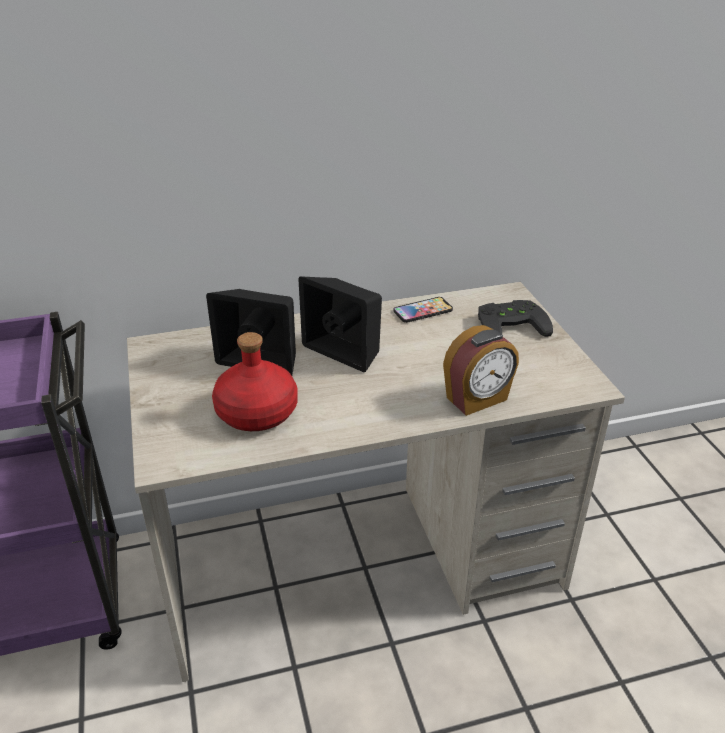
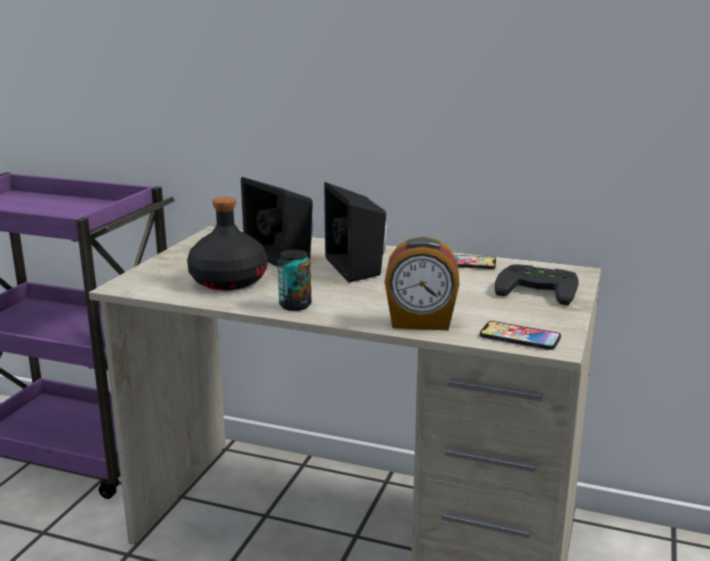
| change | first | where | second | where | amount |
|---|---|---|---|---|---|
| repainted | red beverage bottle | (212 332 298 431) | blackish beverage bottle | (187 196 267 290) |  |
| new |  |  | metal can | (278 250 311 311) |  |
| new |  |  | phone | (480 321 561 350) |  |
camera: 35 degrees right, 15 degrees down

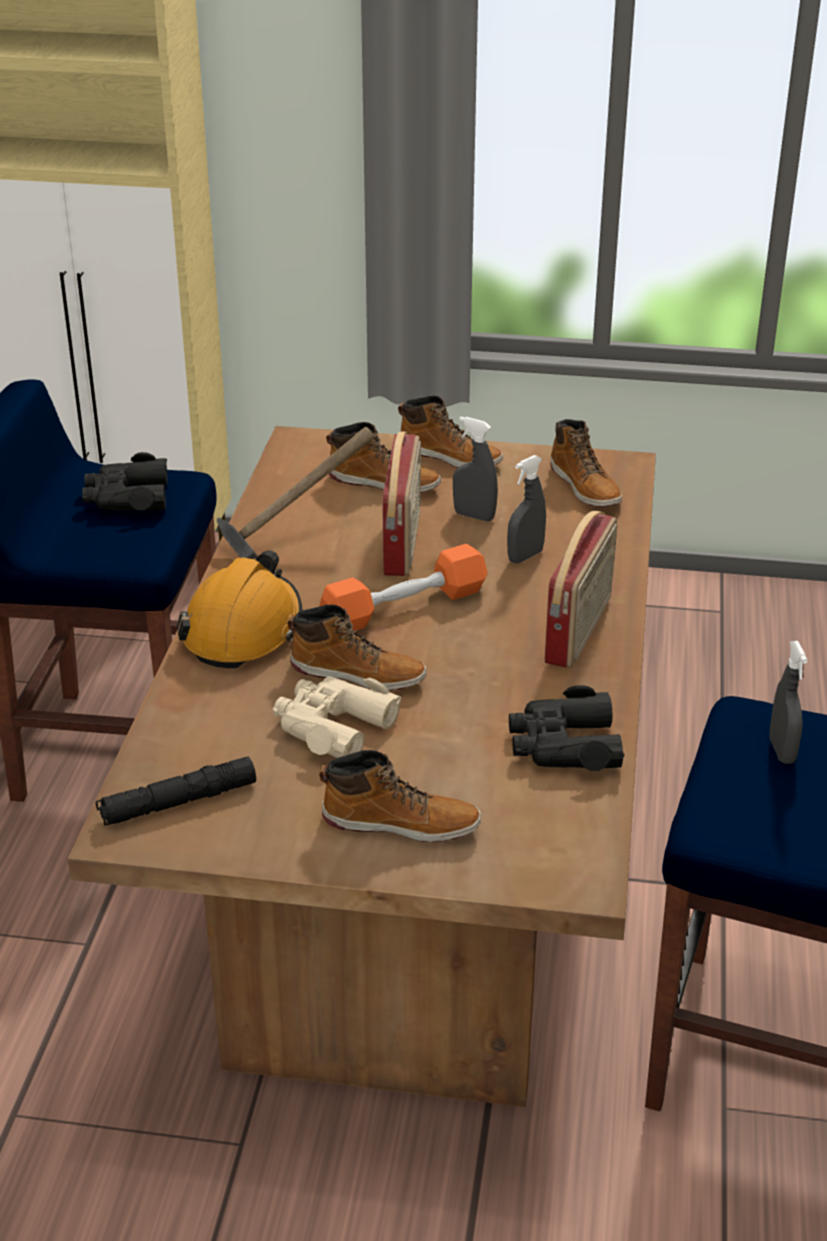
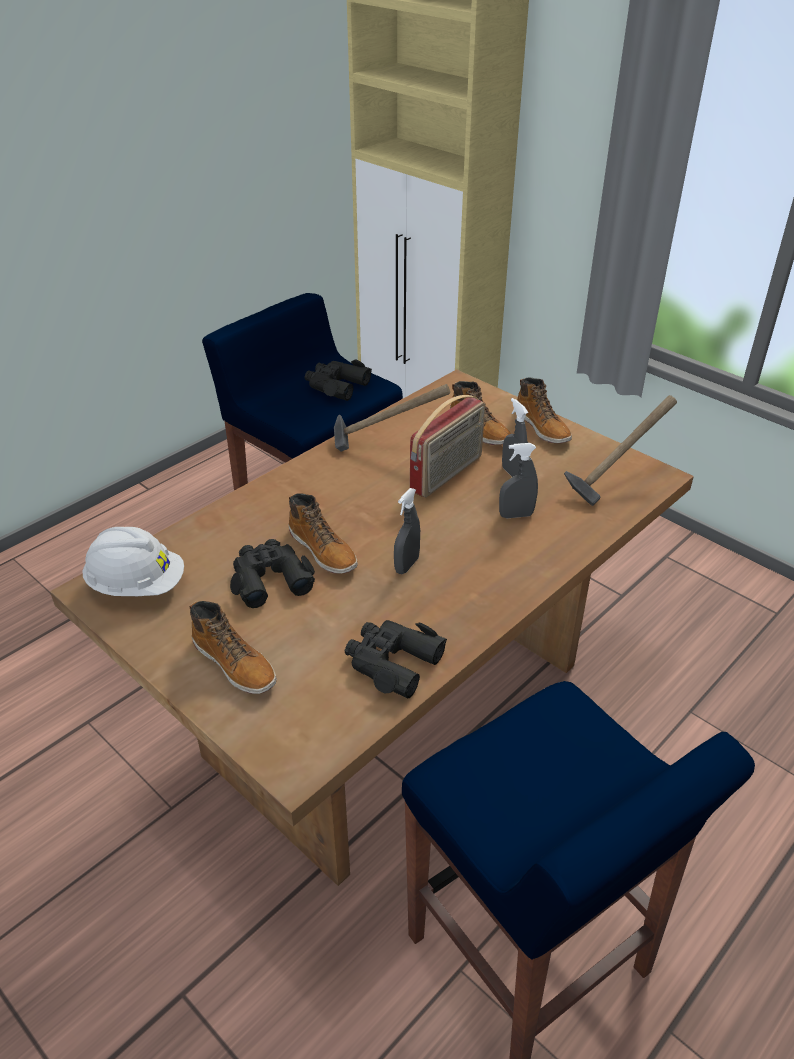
| change | first | where | second | where | amount |
|---|---|---|---|---|---|
| swapped | blackish torch | (96 757 256 826) | whitish work helmet | (82 527 184 596) |  |
| repainted | beige pair of binoculars | (273 676 401 758) | blackish pair of binoculars | (230 539 315 608) |  |
| shifted | gray hand sprayer | (769 641 808 764) |  | (394 488 420 574) |  |
| swapped | tall boot | (550 419 622 507) | tool hammer | (564 395 677 506) |  |
| gone | orange-coloured work helmet | (177 550 303 668) |  |  |  |
| gone | orange-coloured free weight | (320 544 488 631) |  |  |  |
| gone | radio receiver | (545 511 617 668) |  |  |  |
camera: 35 degrees right, 5 degrees up

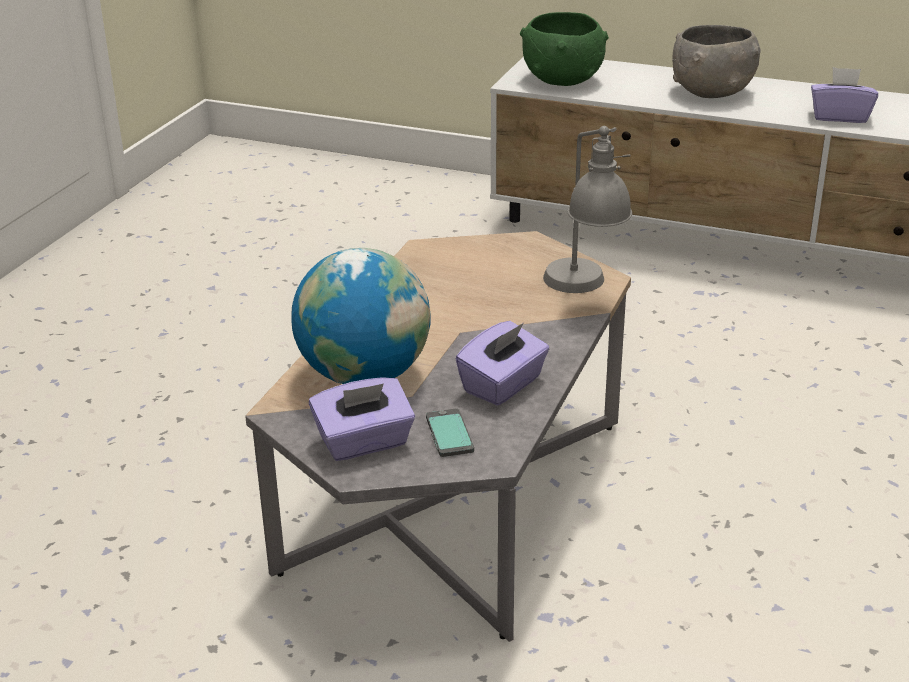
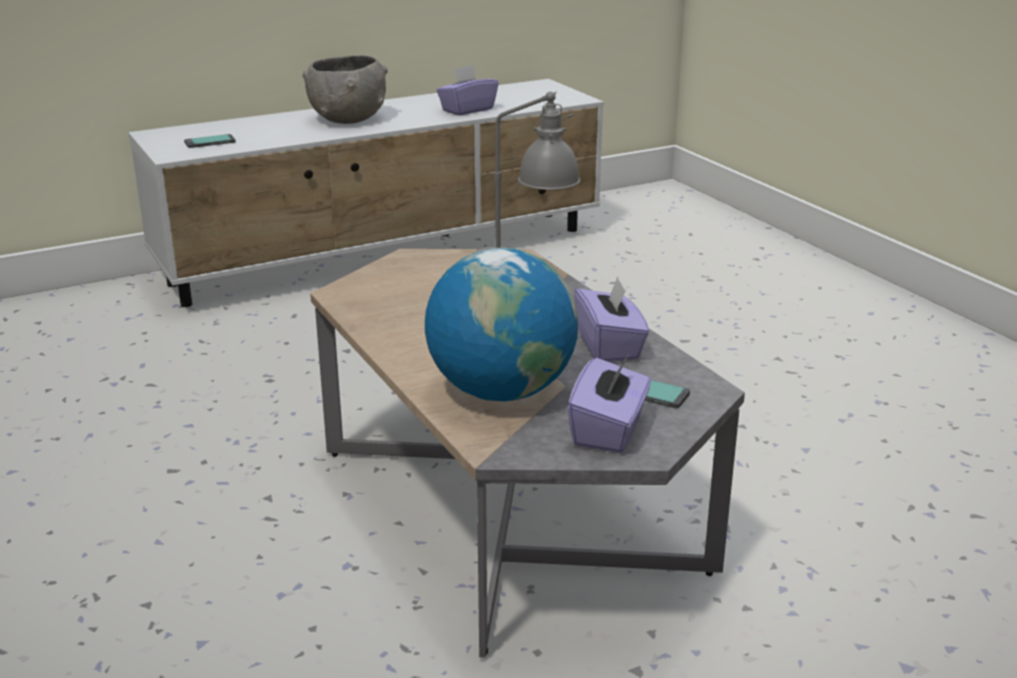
| change | first | where | second | where | amount |
|---|---|---|---|---|---|
| swapped | green deep dish | (520 12 609 86) | phone | (184 134 236 148) |  |
camera: 50 degrees left, 5 degrees down

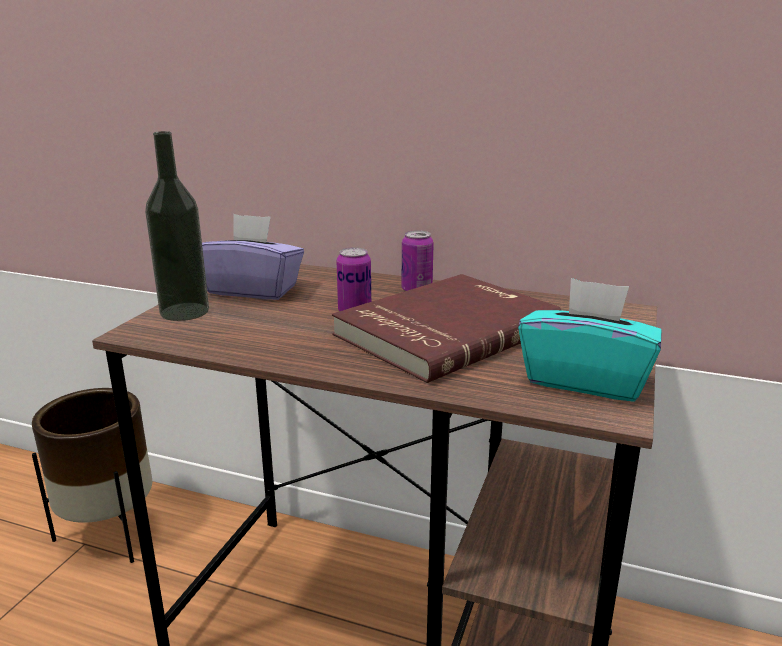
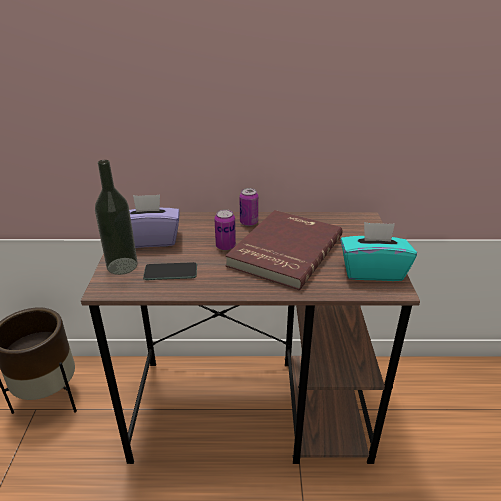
| change | first | where | second | where | amount |
|---|---|---|---|---|---|
| new |  |  | phone | (143 262 197 280) |  |
camera: 20 degrees left, 10 degrees up

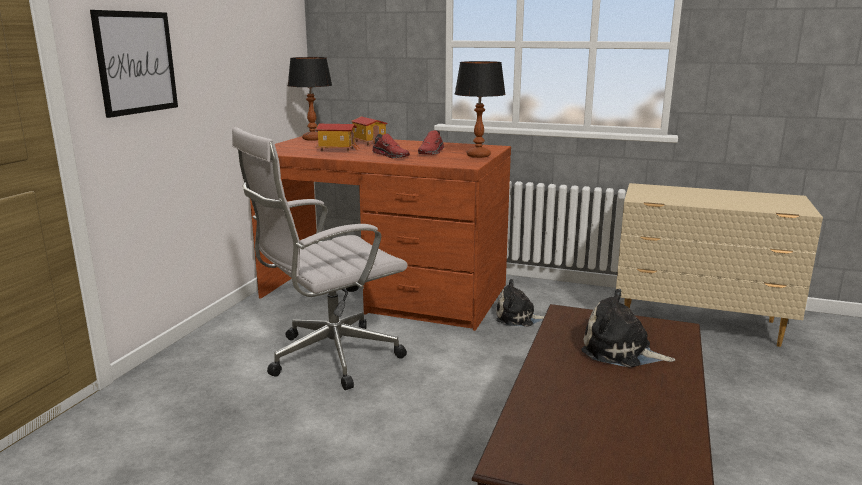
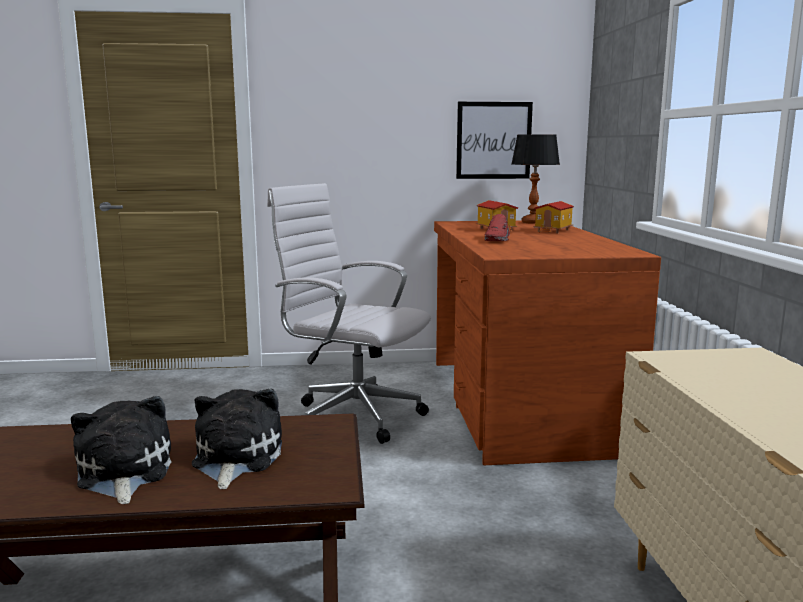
| change | first | where | second | where | amount |
|---|---|---|---|---|---|
| shifted | plush toy | (496 279 544 326) |  | (71 396 171 504) |  |
| shifted | wall picture | (90 10 178 118) |  | (456 102 533 179) |  |
| gone | red shoe | (418 130 444 155) |  |  |  |
| gone | tabletop lamp | (455 61 506 158) |  |  |  |
camera: 65 degrees right, 5 degrees down

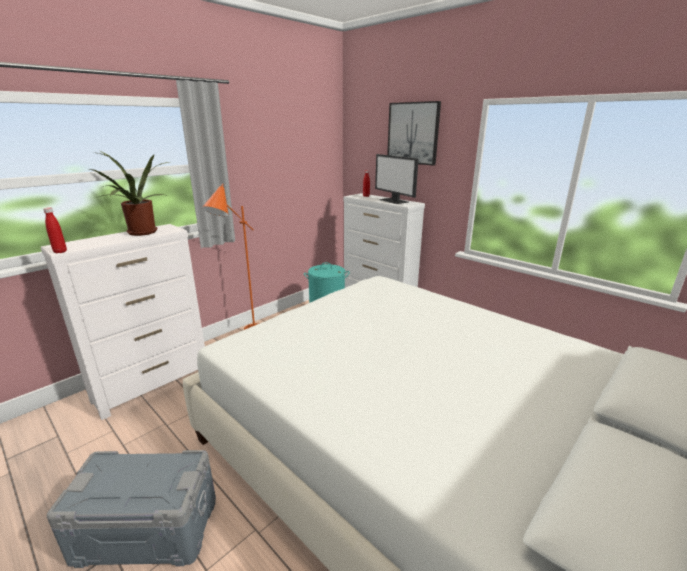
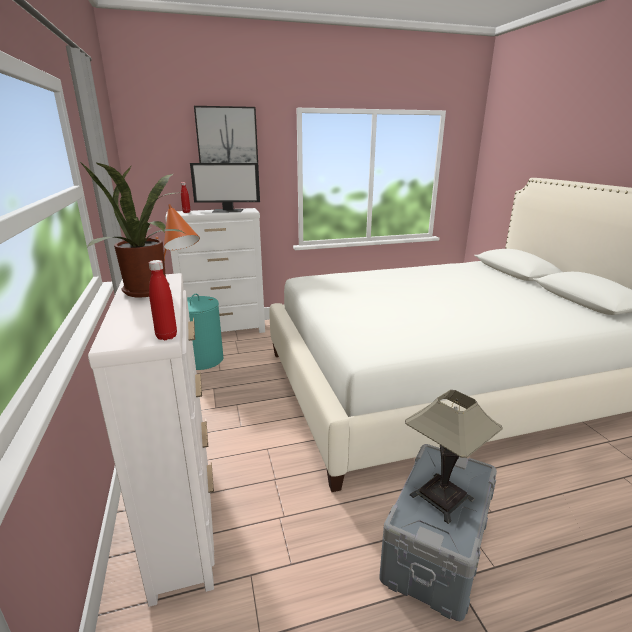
| change | first | where | second | where | amount |
|---|---|---|---|---|---|
| new |  |  | tabletop lamp | (405 390 503 524) |  |
camera: 60 degrees left, 0 degrees up

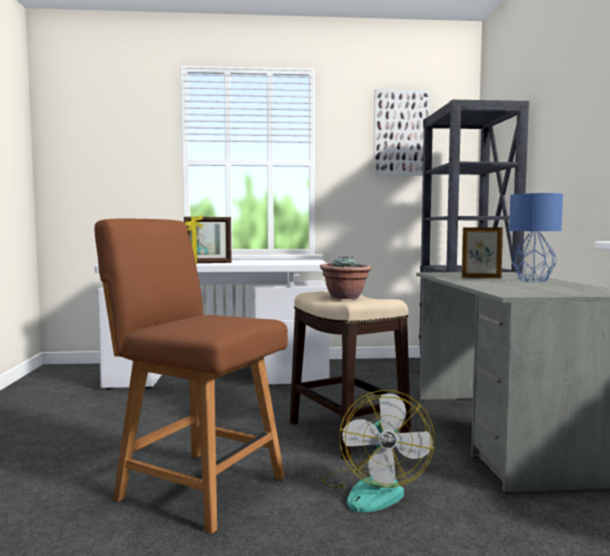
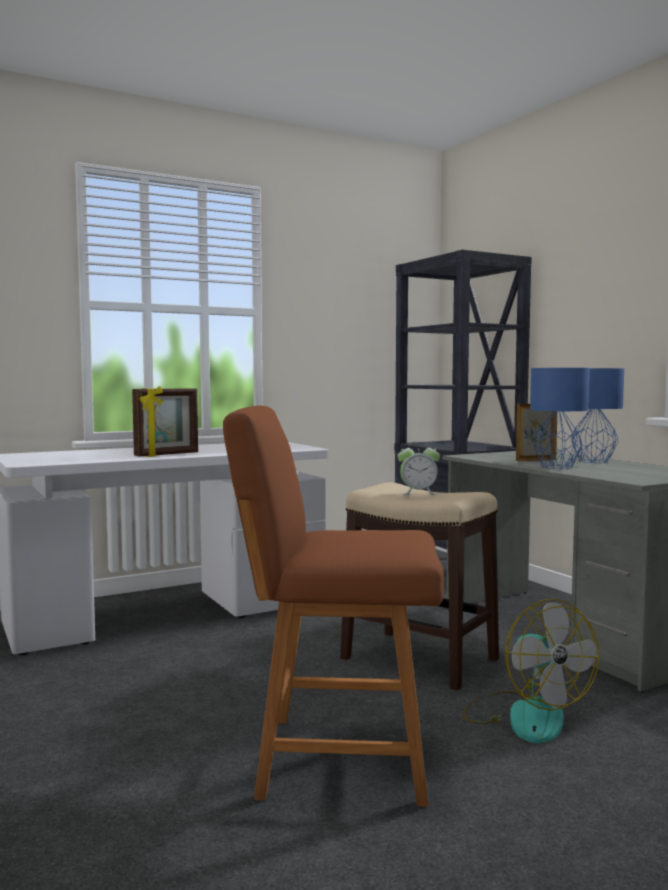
| change | first | where | second | where | amount |
|---|---|---|---|---|---|
| swapped | houseplant | (320 256 372 299) | alarm clock | (398 441 440 495) |  |
| new |  |  | blue tabletop lamp | (530 368 590 469) |  |
| gone | wall picture | (373 89 430 176) |  |  |  |
camera: 25 degrees left, 0 degrees up

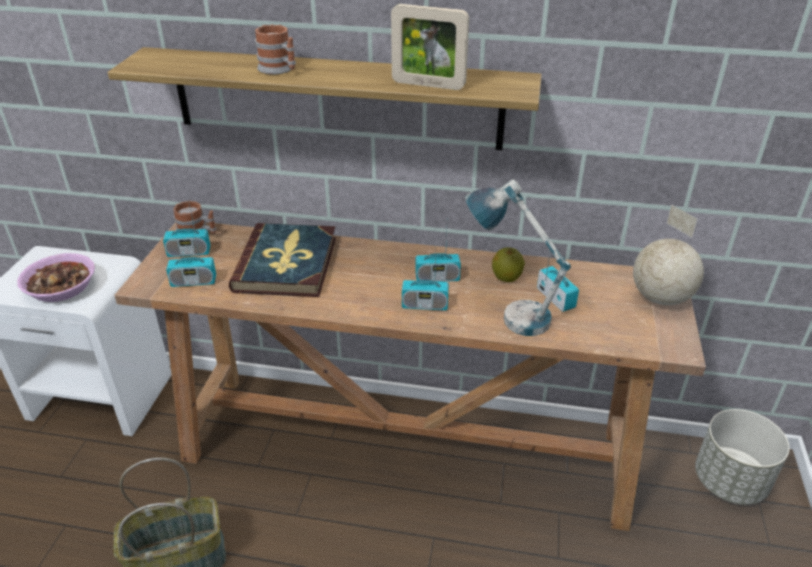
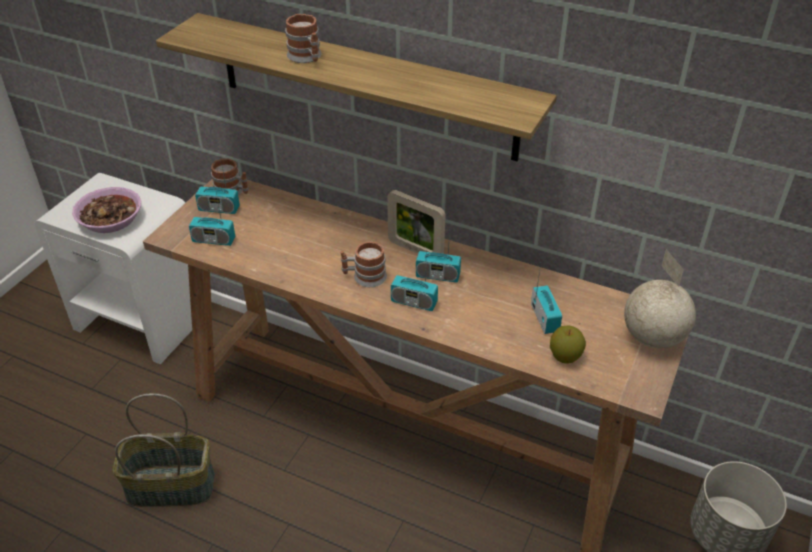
| change | first | where | second | where | amount |
|---|---|---|---|---|---|
| new |  |  | coffee mug | (340 242 387 287) |  |
| shifted | standing frame | (391 4 469 90) |  | (387 190 445 254) |  |
| shifted | whole apple | (492 247 525 282) |  | (550 325 586 364) |  |
| gone | volume | (229 223 336 297) |  |  |  |
| gone | tabletop lamp | (465 179 571 336) |  |  |  |
camera: 15 degrees right, 5 degrees up

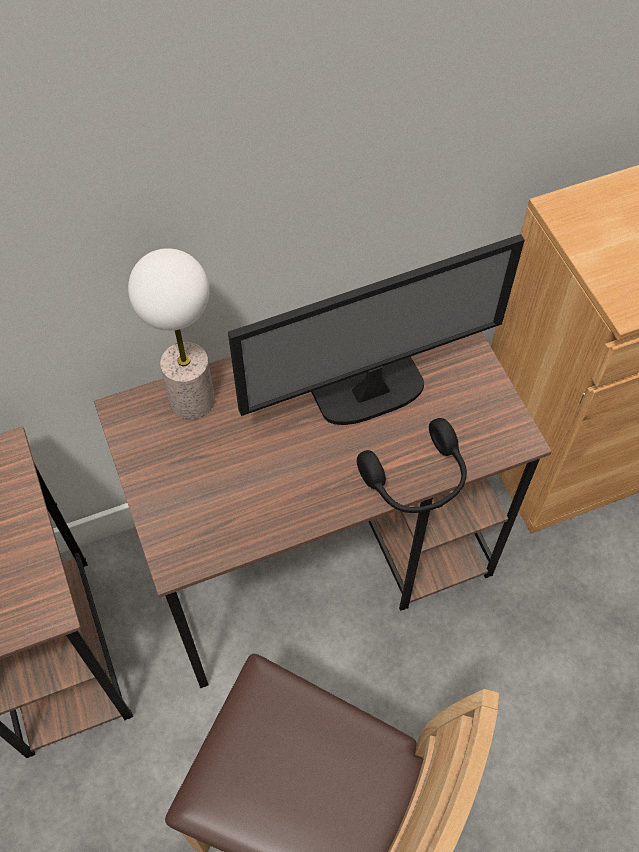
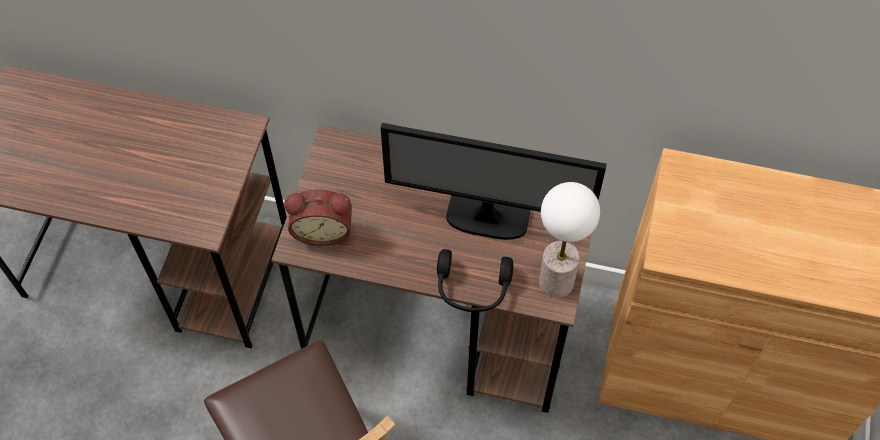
| change | first | where | second | where | amount |
|---|---|---|---|---|---|
| new |  |  | alarm clock | (284 190 352 246) |  |
| shifted | tabletop lamp | (128 248 215 419) |  | (539 182 600 298) |  |
camera: 35 degrees right, 0 degrees up

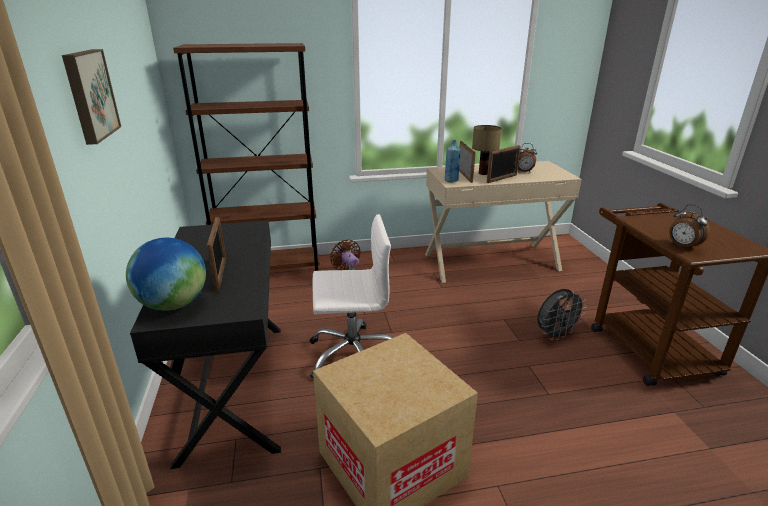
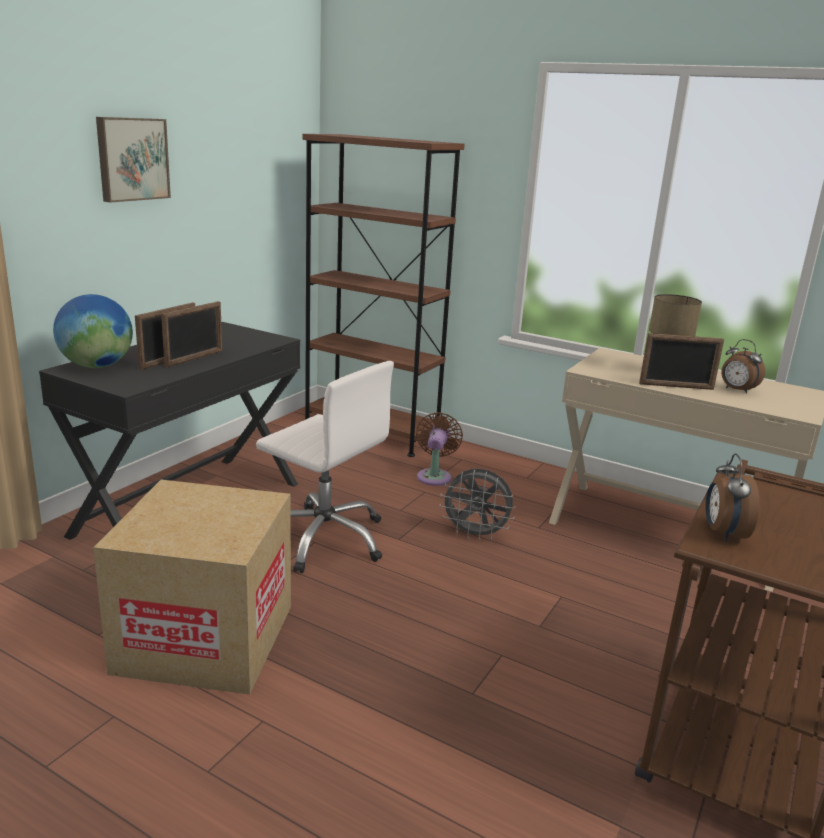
| change | first | where | second | where | amount |
|---|---|---|---|---|---|
| shifted | standing frame | (459 141 476 183) |  | (161 301 222 367) |  |
| shifted | gray fan | (537 289 587 340) |  | (440 469 516 541) |  |
| gone | blue beverage bottle | (445 140 461 183) |  |  |  |
camera: 40 degrees right, 5 degrees down

